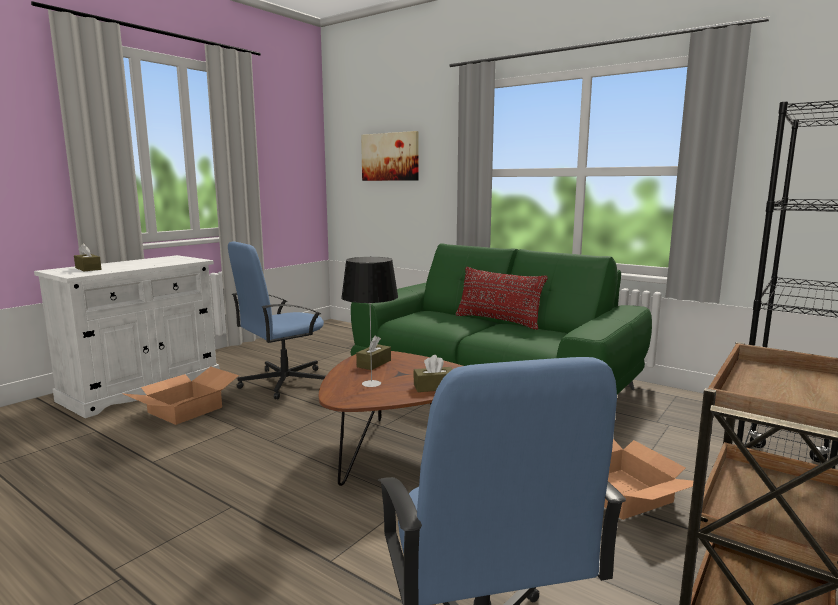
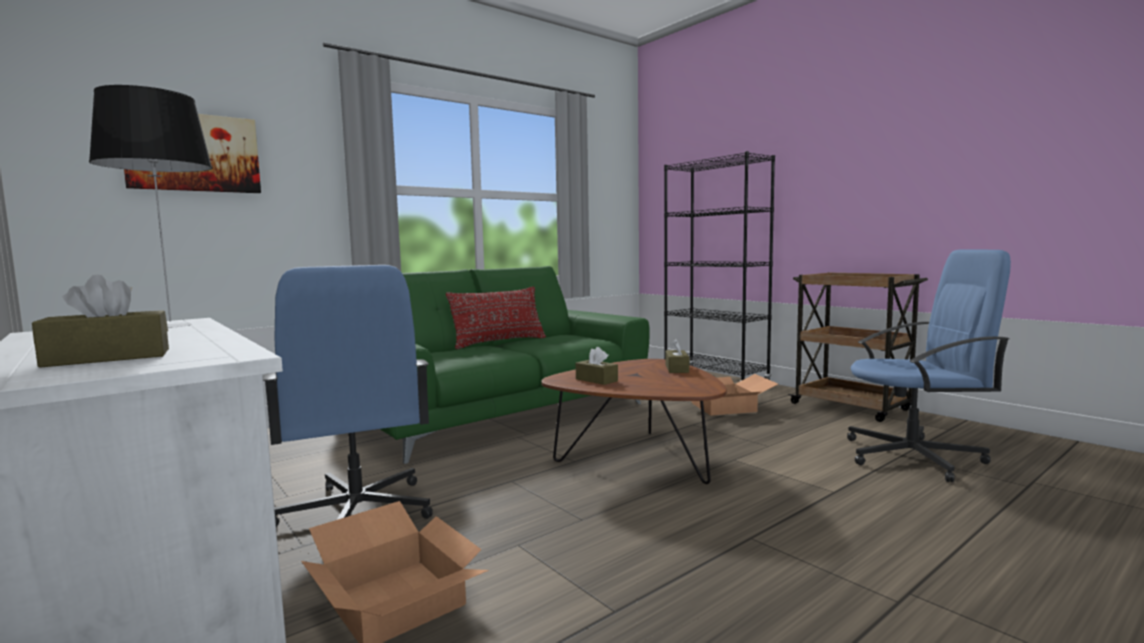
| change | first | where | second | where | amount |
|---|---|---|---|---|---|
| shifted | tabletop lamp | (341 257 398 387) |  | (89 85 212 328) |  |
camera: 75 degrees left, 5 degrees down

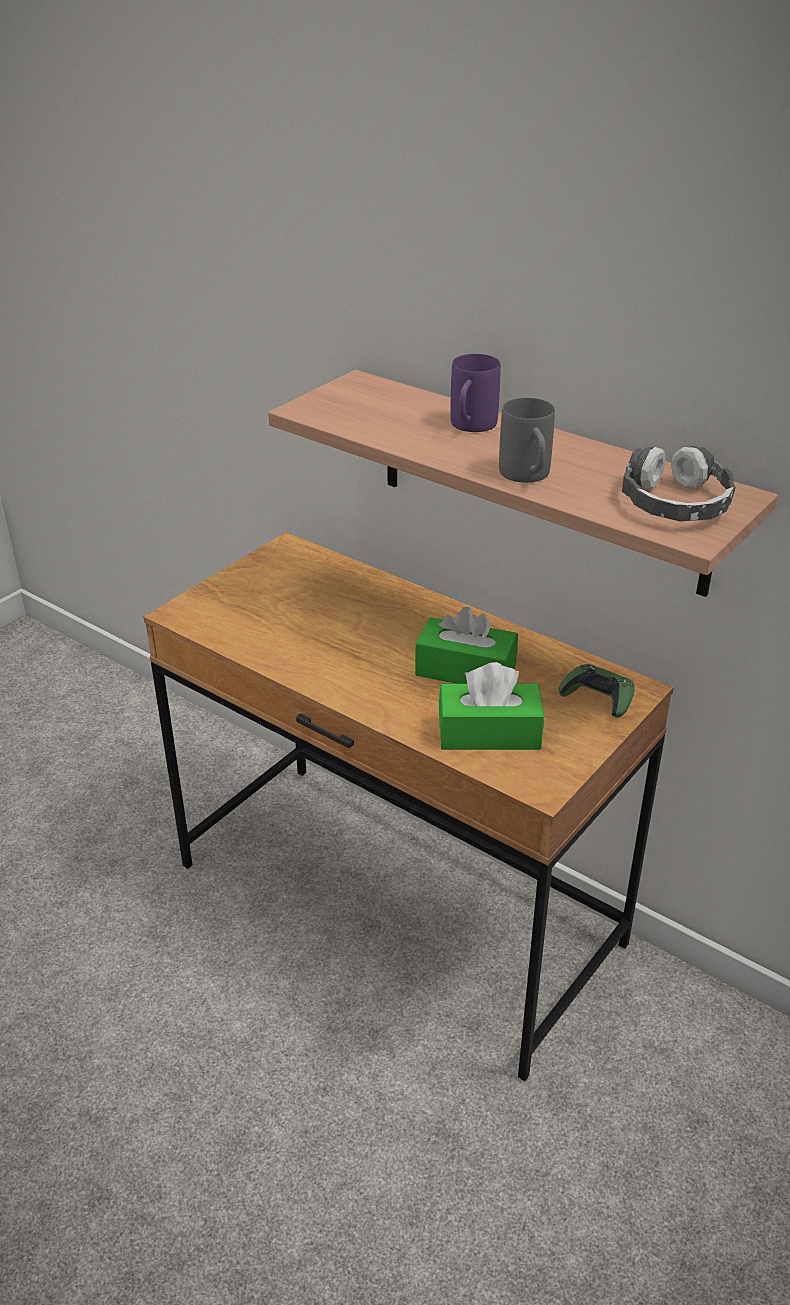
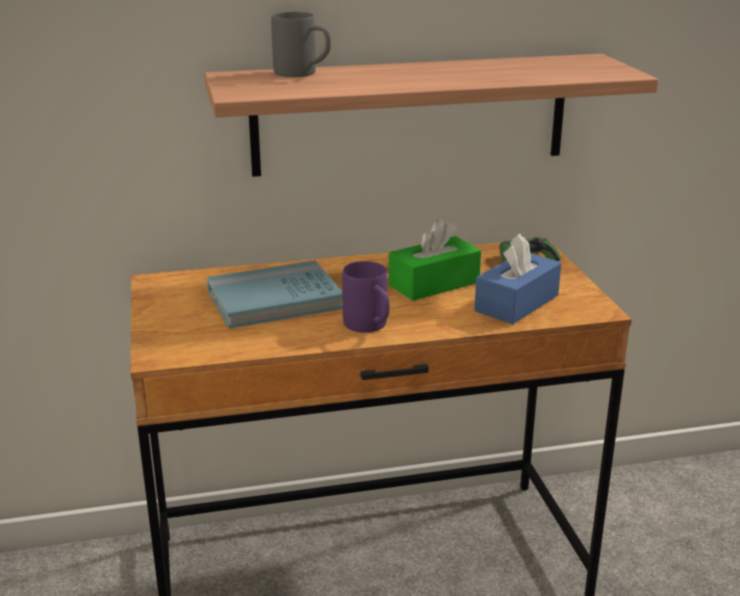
| change | first | where | second | where | amount |
|---|---|---|---|---|---|
| new |  |  | blue volume | (207 260 343 329) |  |
| shifted | gray coffee mug | (499 398 555 483) |  | (271 12 331 77) |  |
| shifted | purplish coffee mug | (450 354 501 432) |  | (342 261 390 333) |  |
| repainted | green tissue holder | (439 662 544 750) | blue tissue holder | (474 234 561 324) |  |
| gone | pair of headphones | (622 446 736 521) |  |  |  |
camera: 50 degrees left, 10 degrees down

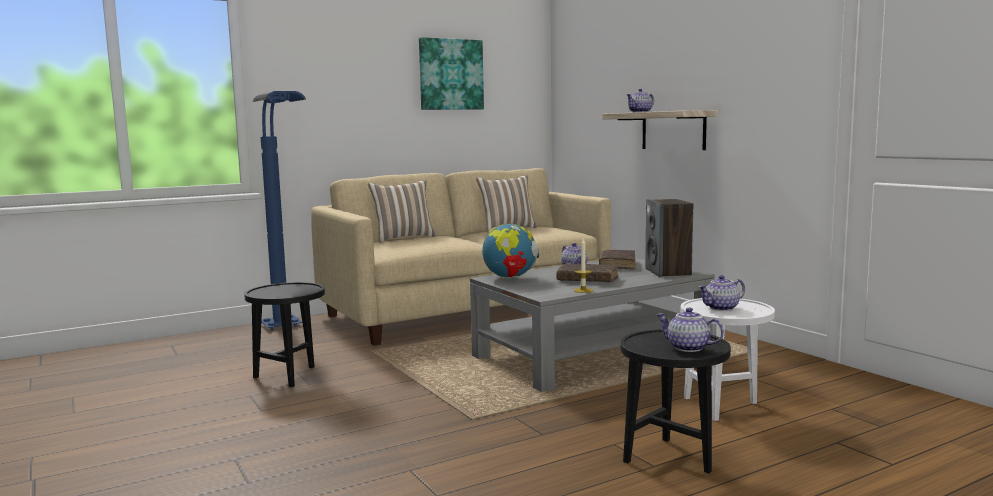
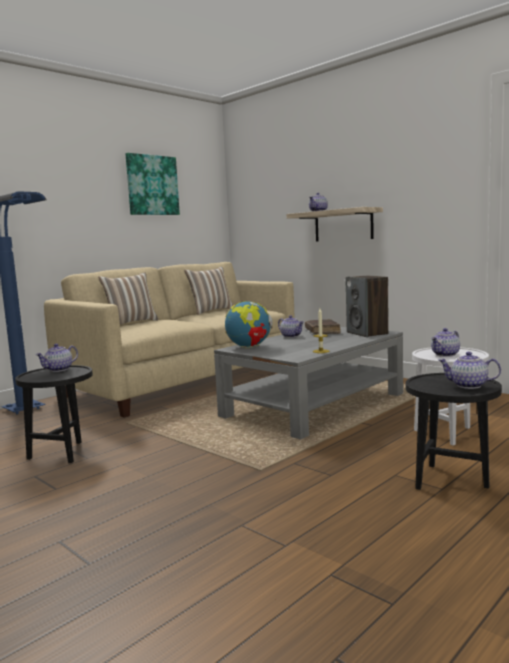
| change | first | where | second | where | amount |
|---|---|---|---|---|---|
| new |  |  | teapot | (36 344 78 372) |  |
| gone | brown volume | (556 263 619 282) |  |  |  |
camera: 15 degrees left, 0 degrees up

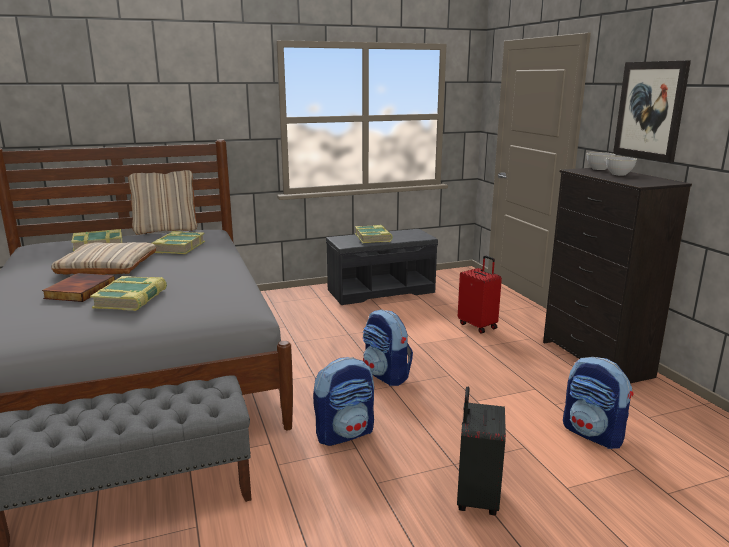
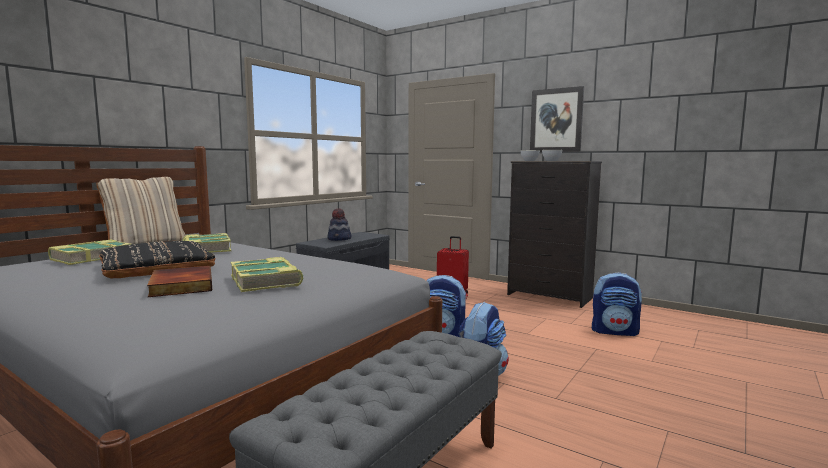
| change | first | where | second | where | amount |
|---|---|---|---|---|---|
| repainted | beige pillow | (51 242 156 275) | blackish pillow | (99 241 216 278) |  |
| swapped | volume | (355 225 393 243) | wearable hat | (327 208 351 241) |  |
| gone | blackish travel case | (457 387 506 515) |  |  |  |
camera: 35 degrees left, 10 degrees down

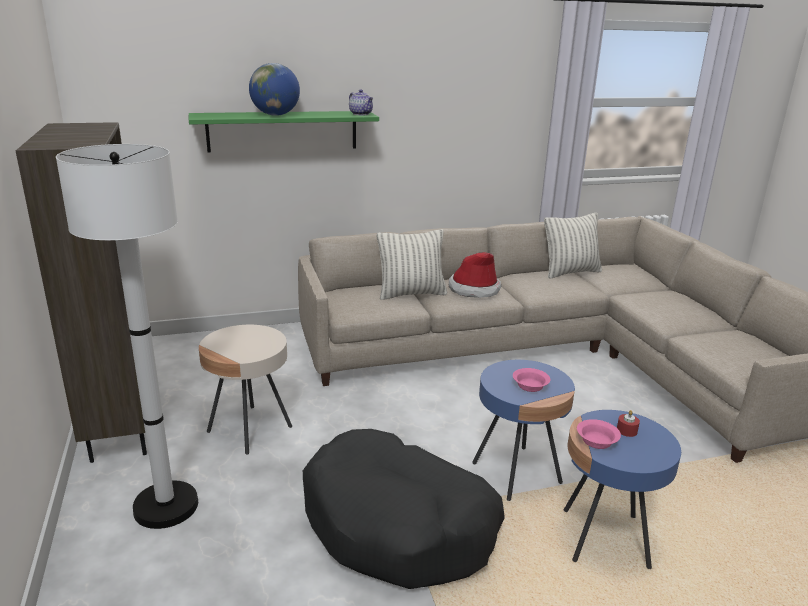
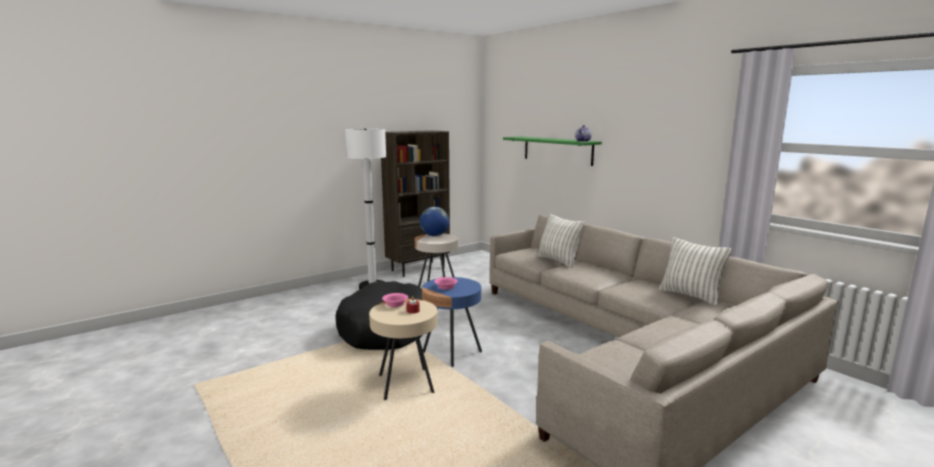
| change | first | where | second | where | amount |
|---|---|---|---|---|---|
| repainted | blue side table | (563 410 681 569) | beige side table | (369 299 438 400) |  |
| shifted | desk globe | (249 63 300 116) |  | (420 207 449 236) |  |
| gone | wearable hat | (449 252 501 298) |  |  |  |
camera: 70 degrees right, 10 degrees down

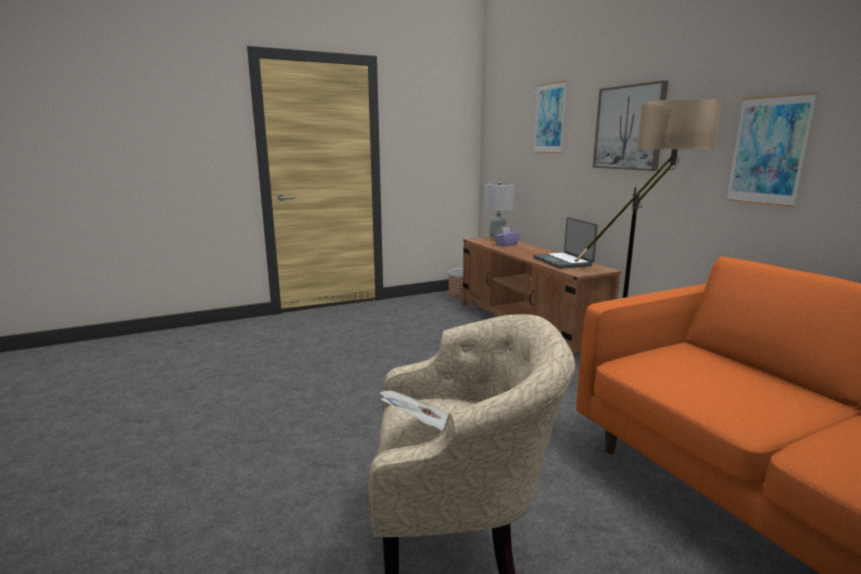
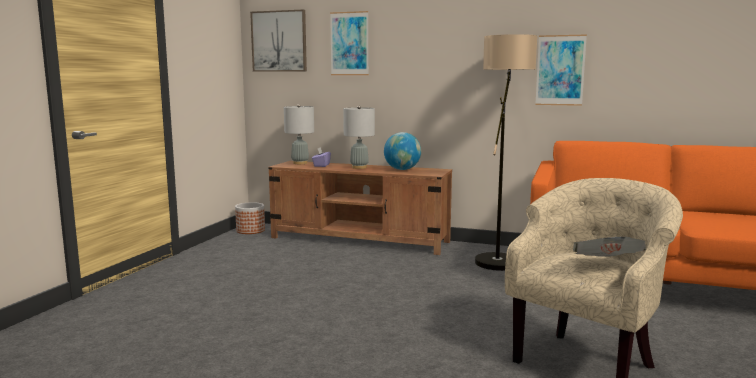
| change | first | where | second | where | amount |
|---|---|---|---|---|---|
| shifted | wall picture | (593 80 668 171) |  | (250 10 307 72) |  |
| new |  |  | gray tabletop lamp | (343 106 375 169) |  |
| swapped | portable computer | (533 217 598 269) | desk globe | (384 132 421 170) |  |
camera: 45 degrees left, 5 degrees down

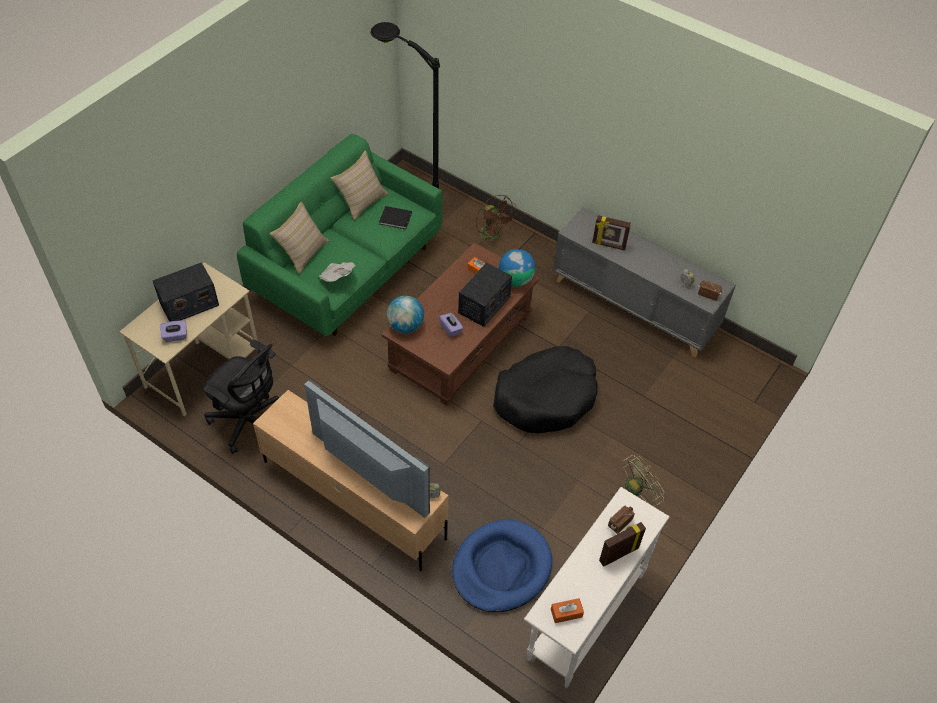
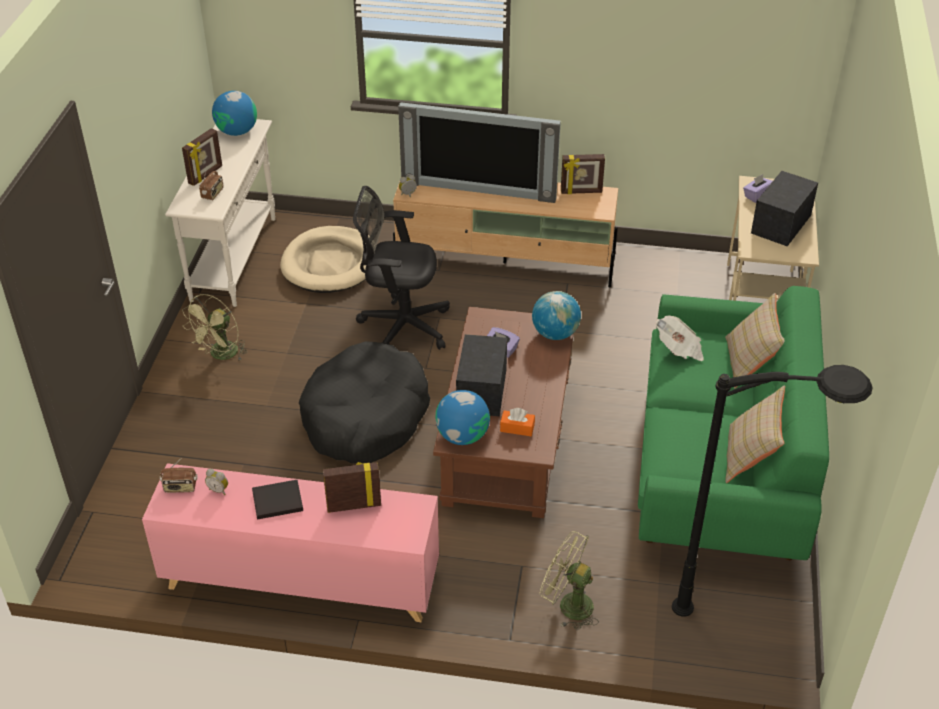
| change | first | where | second | where | amount |
|---|---|---|---|---|---|
| repainted | gray cabinet | (553 207 736 357) | pink cabinet | (142 463 439 622) |  |
| swapped | orange-coloured tissue holder | (551 598 584 623) | desk globe | (212 91 257 136) |  |
| shifted | blackish volume | (379 206 412 229) |  | (252 480 303 520) |  |
| repainted | blue dog cushion | (452 519 552 612) | beige dog cushion | (280 226 369 293) |  |
| shifted | blackish computer chair | (203 340 279 454) |  | (353 186 450 350) |  |
| repainted | brown fan | (476 195 516 245) | green fan | (540 531 599 630) |  |
| new |  |  | standing frame | (561 154 605 194) |  |
camera: 155 degrees right, 10 degrees down

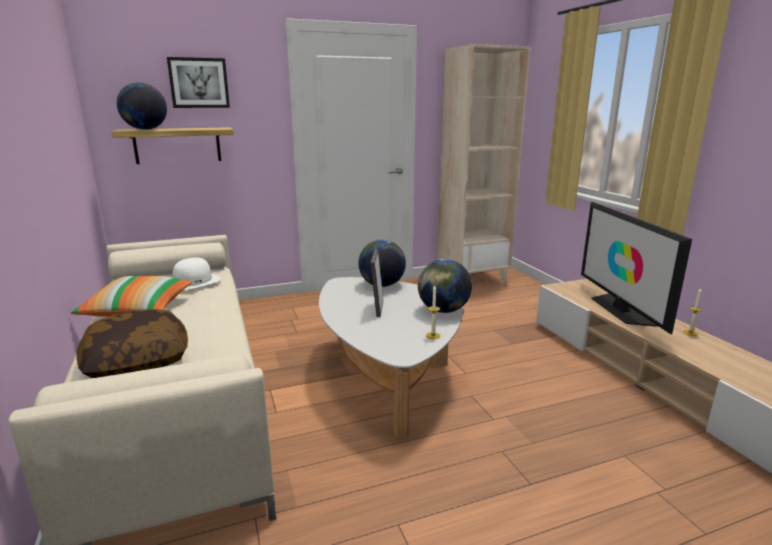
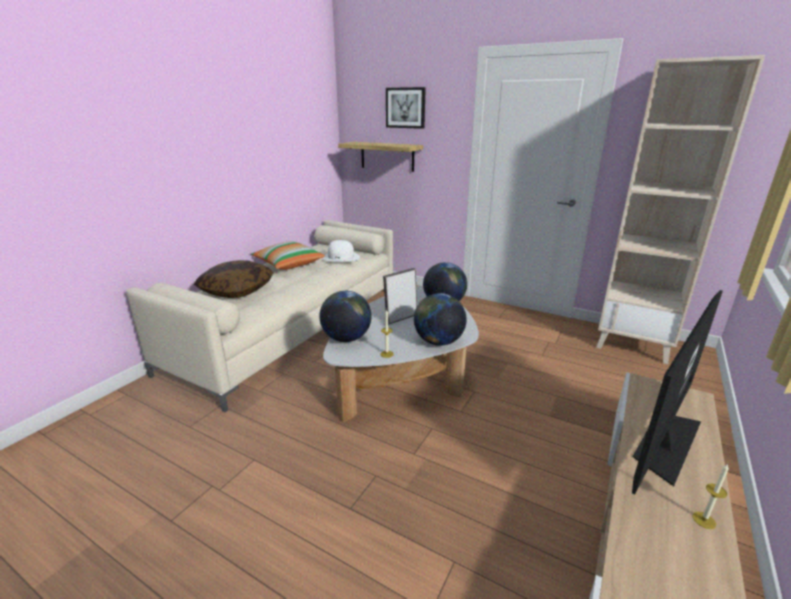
| change | first | where | second | where | amount |
|---|---|---|---|---|---|
| shifted | desk globe | (117 82 167 130) |  | (319 291 372 342) |  |
camera: 50 degrees right, 5 degrees up

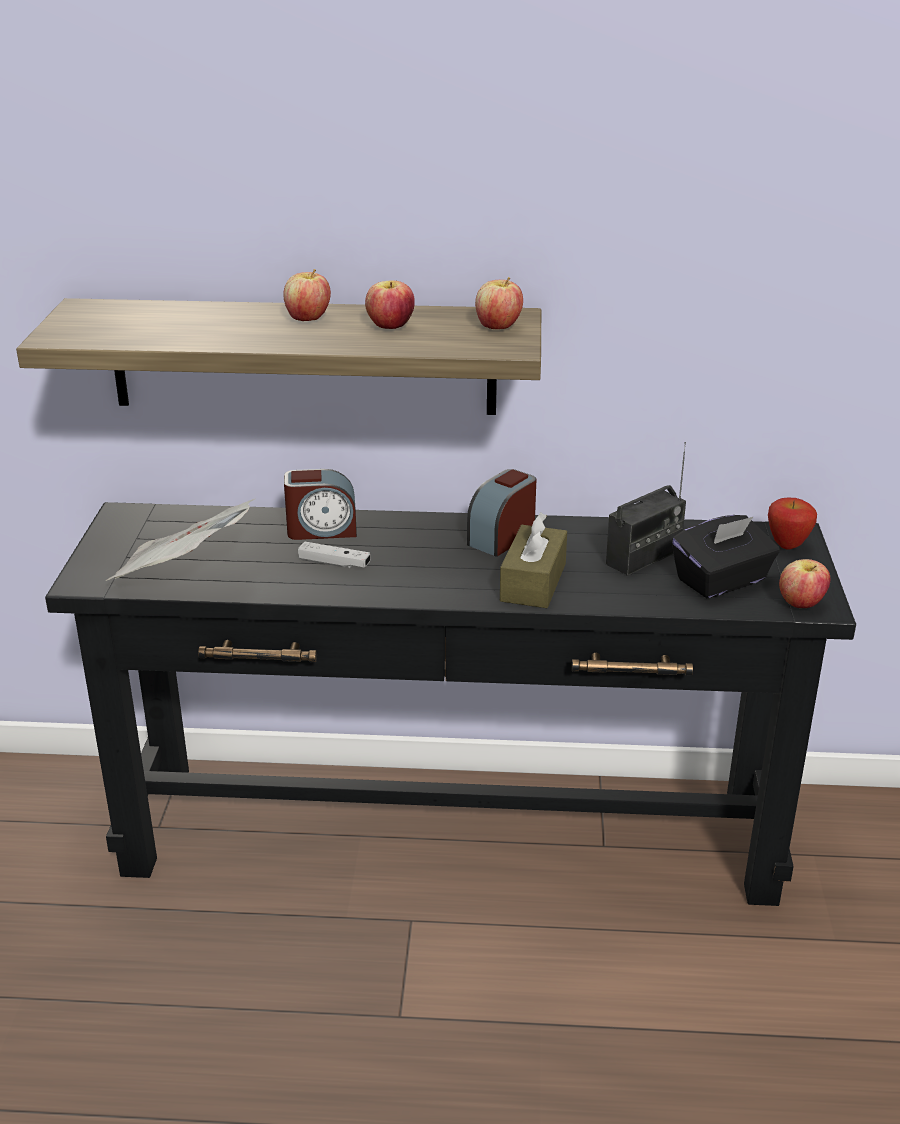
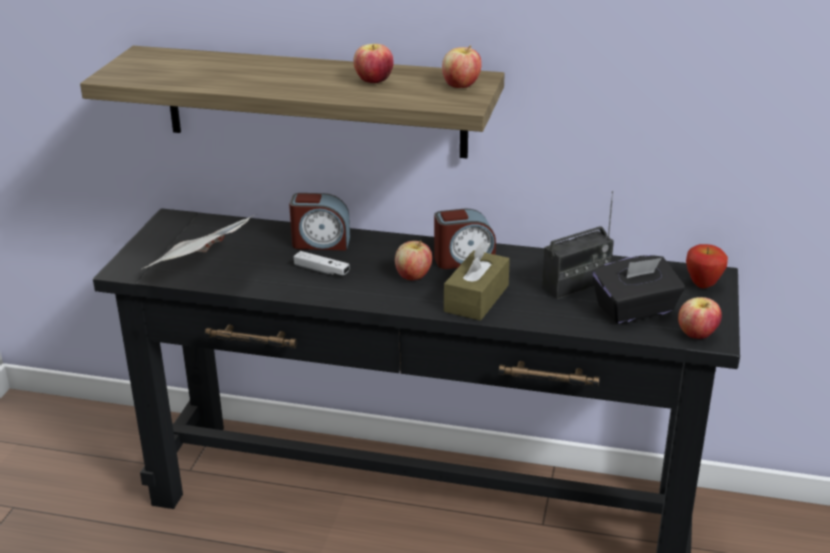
| change | first | where | second | where | amount |
|---|---|---|---|---|---|
| shifted | whole apple | (283 269 331 321) |  | (395 240 432 280) |  |
| rotated | alarm clock | (467 469 536 557) |  | (434 209 496 269) | 150 degrees counterclockwise |
camera: 10 degrees right, 0 degrees up

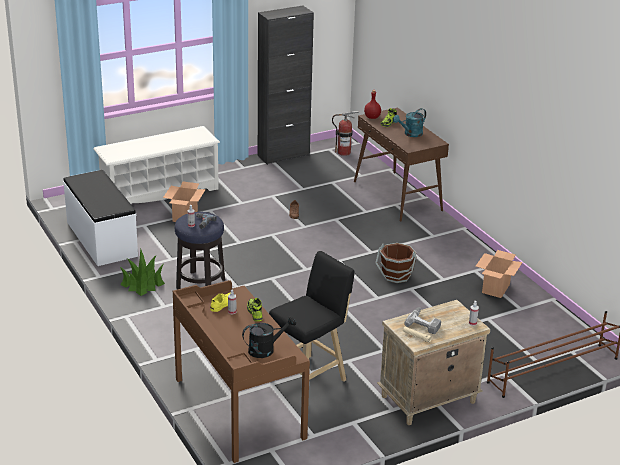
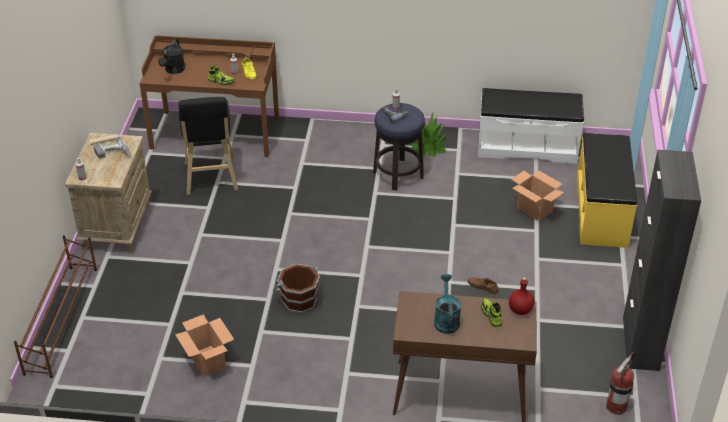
| change | first | where | second | where | amount |
|---|---|---|---|---|---|
| swapped | whitish shoe shelf | (93 126 220 204) | yellow long seat | (577 133 637 248) |  |
camera: 125 degrees right, 10 degrees up

